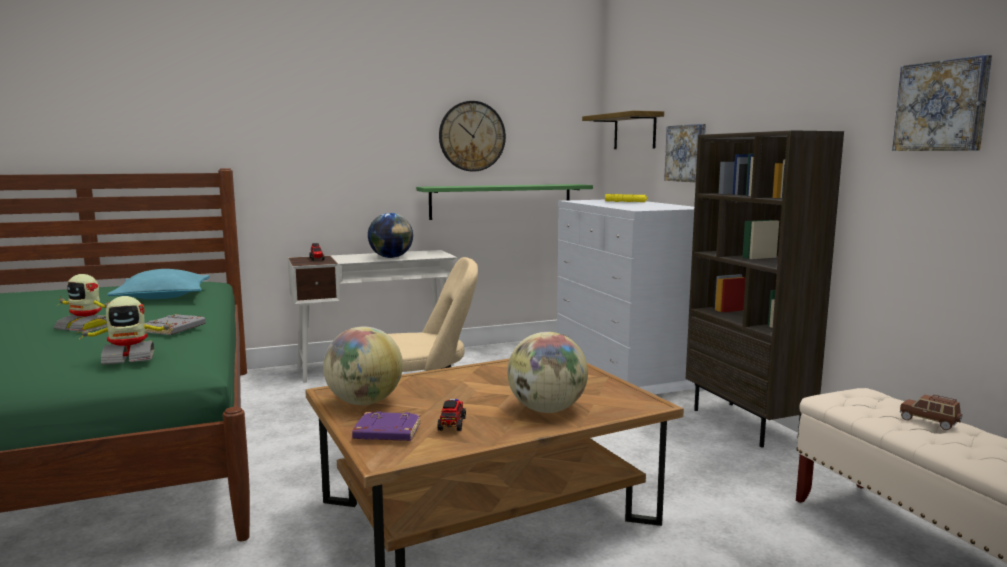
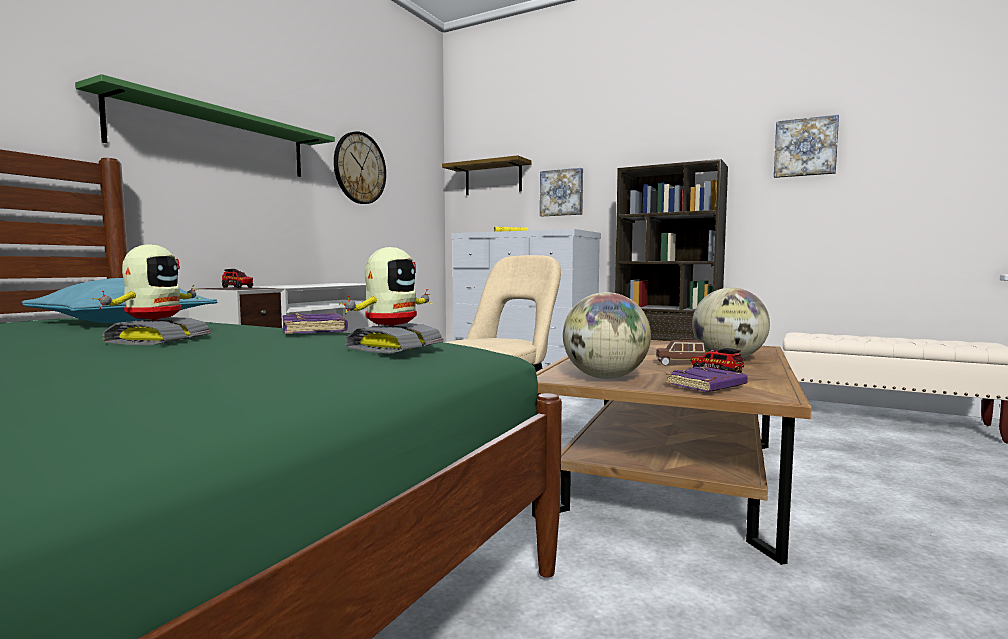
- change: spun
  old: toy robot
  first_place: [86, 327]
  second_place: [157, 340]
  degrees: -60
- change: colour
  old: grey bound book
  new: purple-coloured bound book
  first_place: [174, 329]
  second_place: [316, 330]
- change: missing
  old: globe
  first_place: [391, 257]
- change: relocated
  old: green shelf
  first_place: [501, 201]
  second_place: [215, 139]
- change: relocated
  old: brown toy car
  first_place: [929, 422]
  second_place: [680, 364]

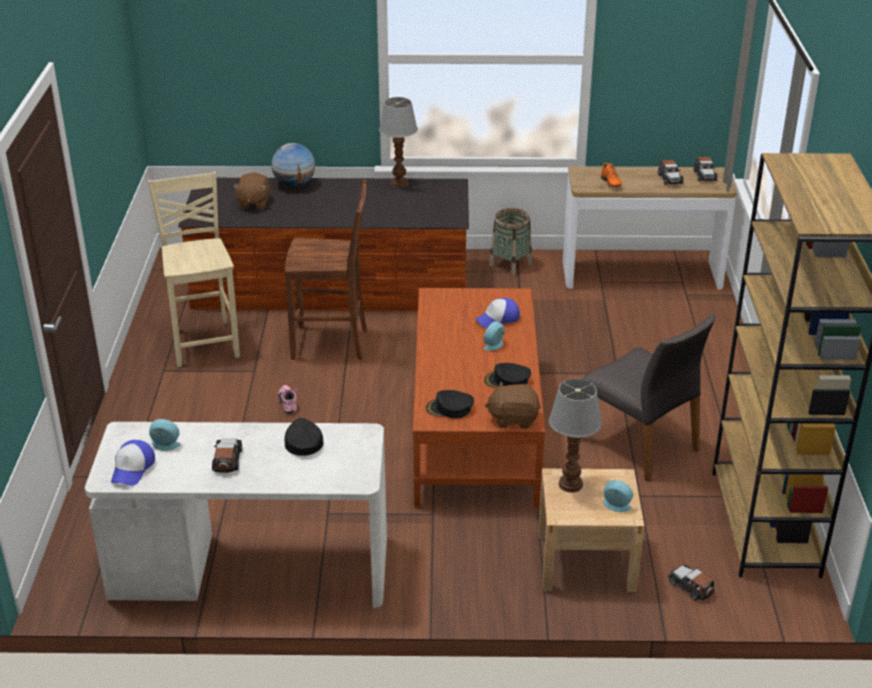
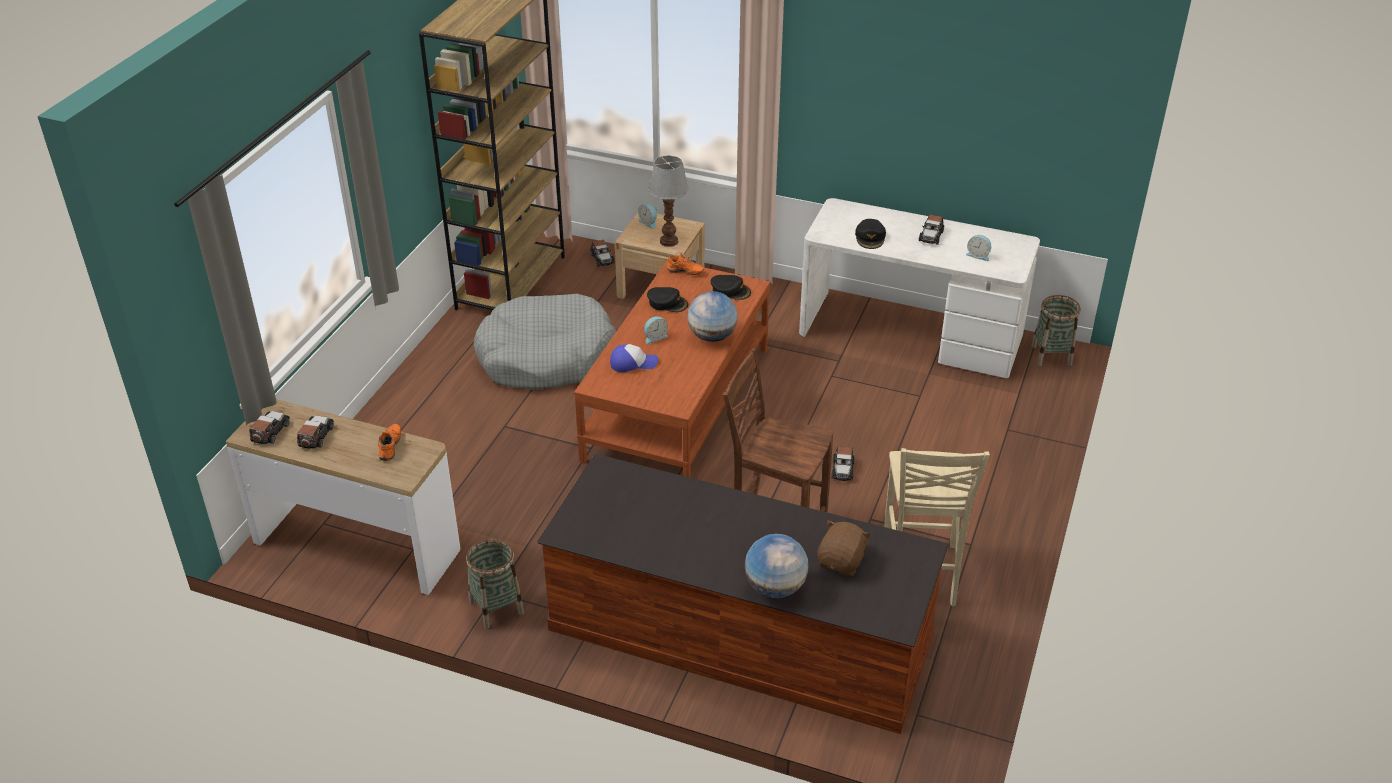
- change: missing
  old: peaked cap
  first_place: [133, 469]
- change: exchanged
  old: pink-coloured low shoe
  new: toy car
  first_place: [289, 403]
  second_place: [842, 470]
- change: missing
  old: table lamp
  first_place: [398, 183]
- change: exchanged
  old: brown cuddly toy
  new: orange-coloured low shoe
  first_place: [513, 418]
  second_place: [684, 272]
- change: exchanged
  old: grey chair
  new: grey dog bed
  first_place: [639, 444]
  second_place: [546, 357]
- change: appeared
  new: globe
  second_place: [712, 336]
- change: appeared
  new: basket
  second_place: [1051, 355]

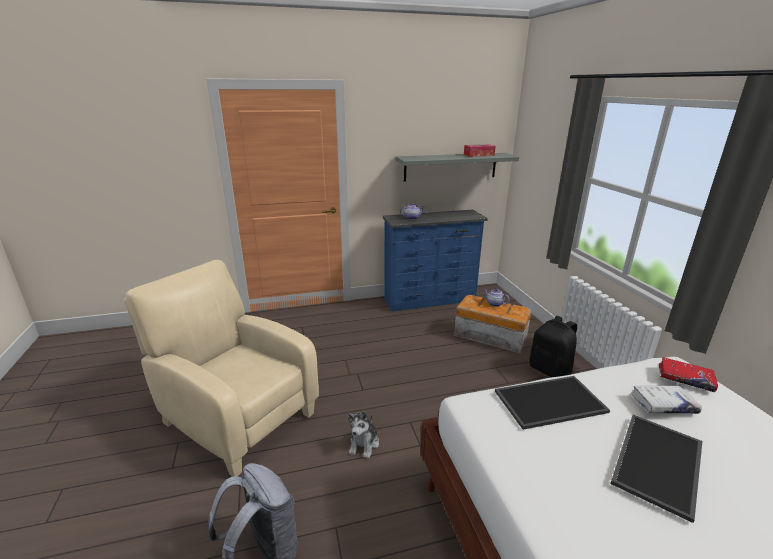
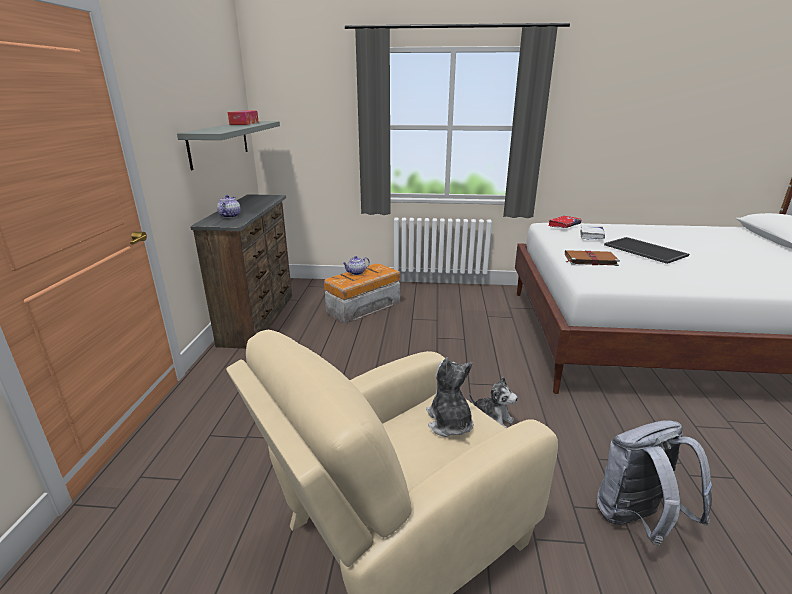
- change: colour
  old: blue-coloured dresser
  new: brown dresser
  first_place: [430, 300]
  second_place: [260, 318]
- change: exchanged
  old: tray
  new: brown bound book
  first_place: [550, 403]
  second_place: [589, 260]
- change: missing
  old: black backpack
  first_place: [550, 370]
- change: appeared
  new: cuddly toy
  second_place: [449, 423]

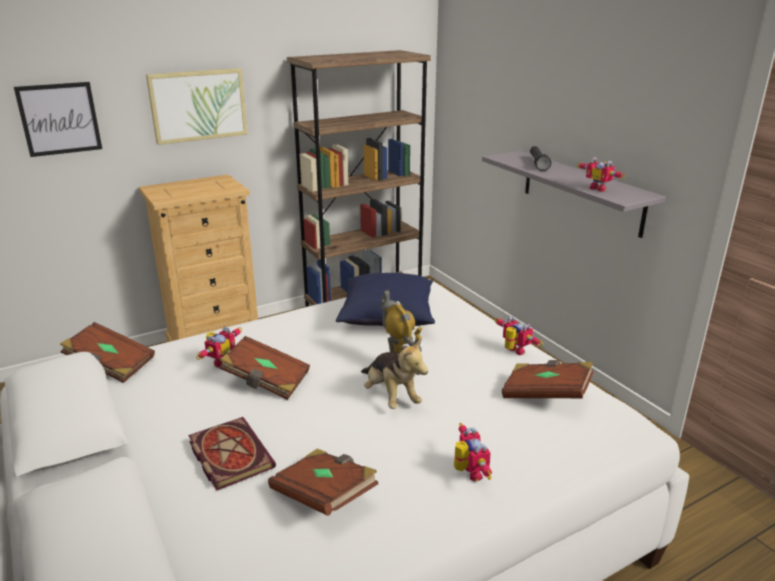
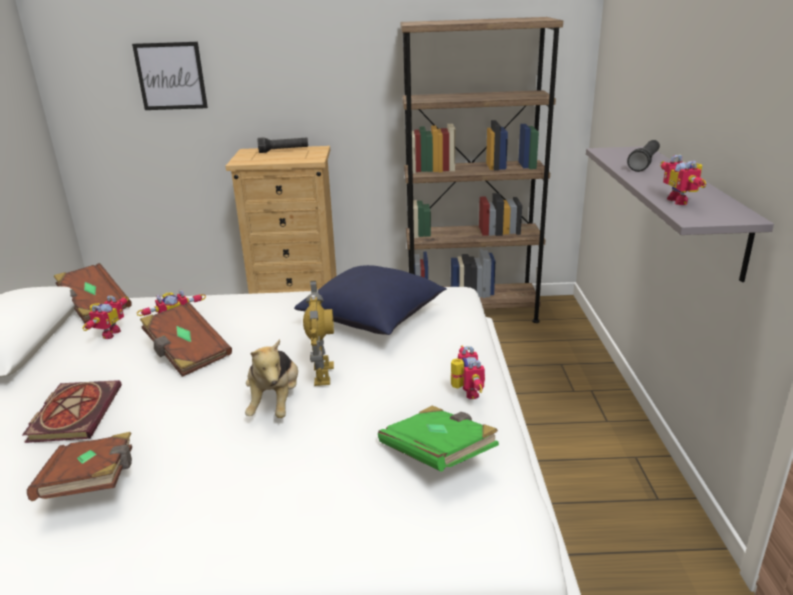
- change: missing
  old: wall picture
  first_place: [198, 105]
- change: relocated
  old: toy robot
  first_place: [468, 473]
  second_place: [108, 333]
- change: colour
  old: brown bound book
  new: green bound book
  first_place: [546, 394]
  second_place: [438, 455]
- change: appeared
  new: black flashlight
  second_place: [283, 151]

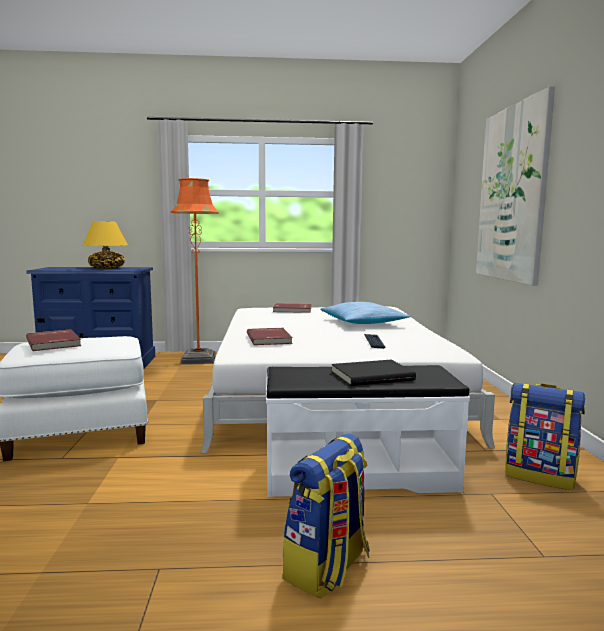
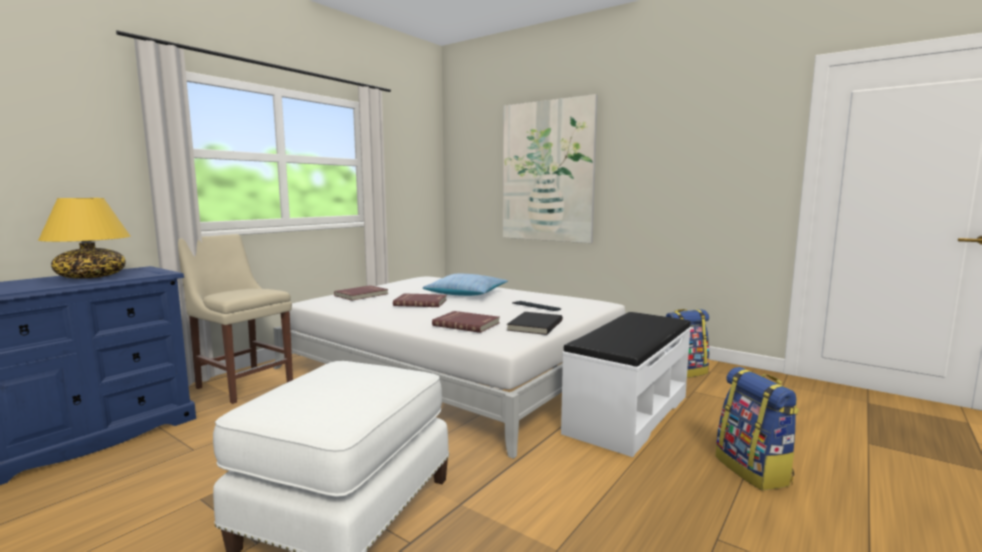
- change: relocated
  old: reddish bound book
  first_place: [54, 342]
  second_place: [420, 302]
- change: exchanged
  old: orange-coloured standard lamp
  new: beige-coloured chair
  first_place: [198, 359]
  second_place: [242, 384]
- change: relocated
  old: black bound book
  first_place: [371, 375]
  second_place: [534, 325]

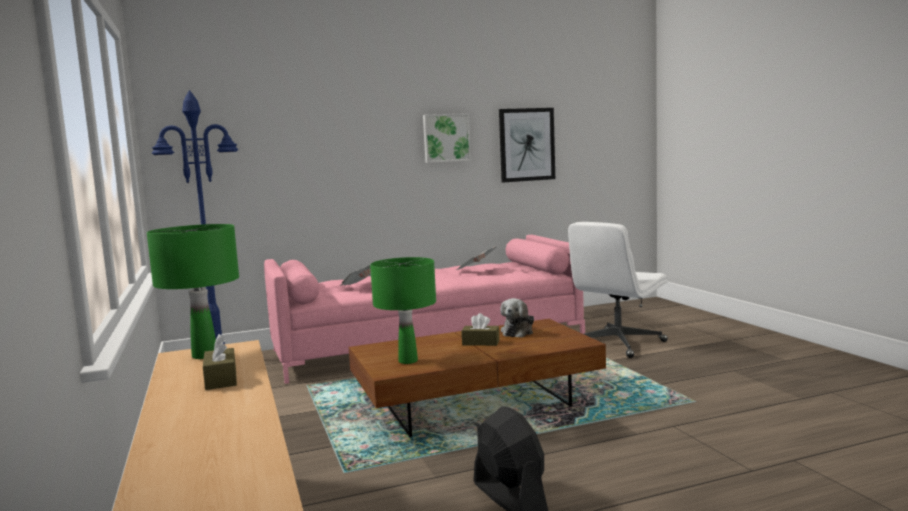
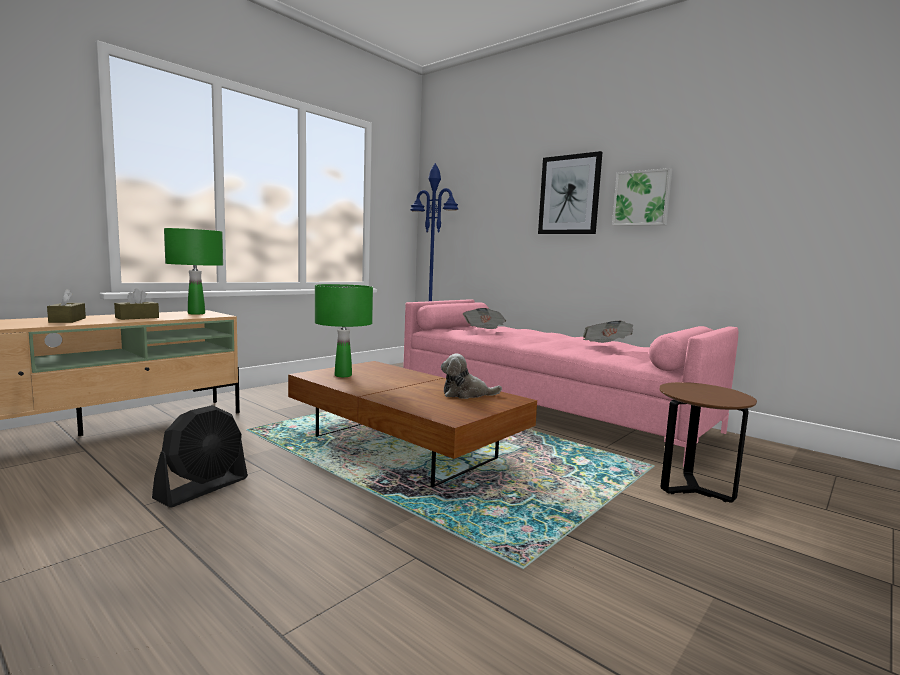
- change: relocated
  old: brown tissue box
  first_place: [480, 343]
  second_place: [67, 320]
- change: relocated
  old: wall picture
  first_place: [526, 144]
  second_place: [569, 195]
- change: exchanged
  old: white-coloured computer chair
  new: brown end table
  first_place: [617, 344]
  second_place: [694, 490]

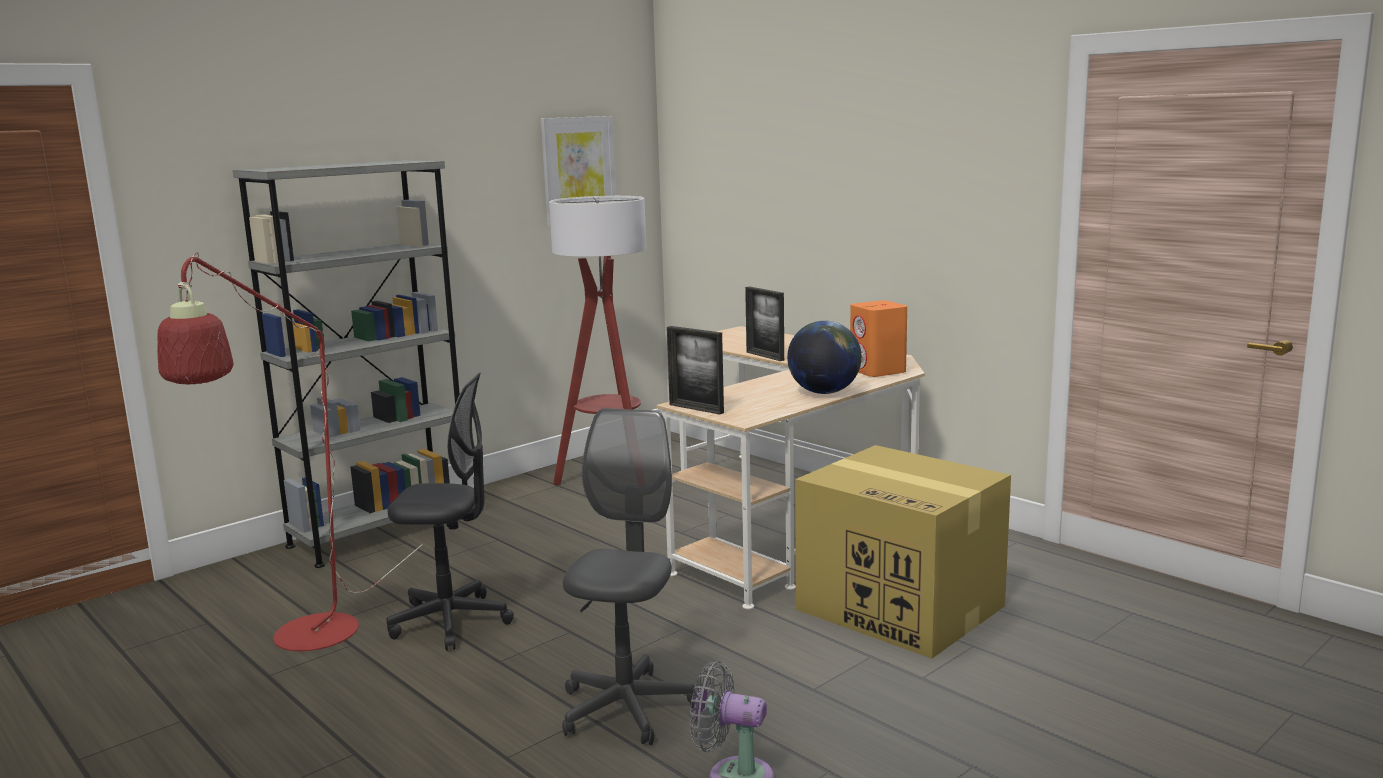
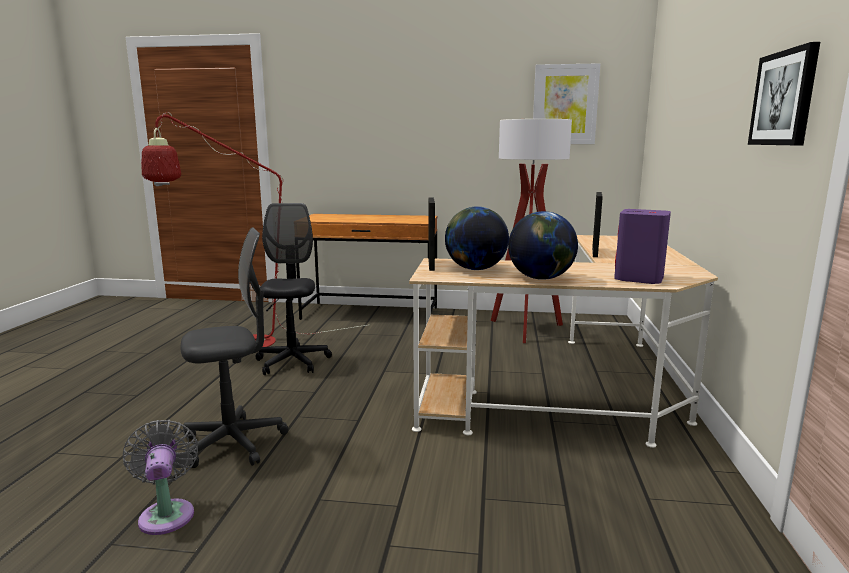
- change: exchanged
  old: grey bookcase
  new: brown desk table
  first_place: [381, 532]
  second_place: [370, 313]
- change: spun
  old: black computer chair
  first_place: [451, 622]
  second_place: [292, 362]
  degrees: -150
- change: missing
  old: packing box
  first_place: [902, 608]
- change: colour
  old: orange-coloured speaker
  new: purple-coloured speaker
  first_place: [878, 371]
  second_place: [638, 278]
- change: appeared
  new: globe
  second_place: [475, 269]
- change: appeared
  new: wall picture
  second_place: [784, 98]

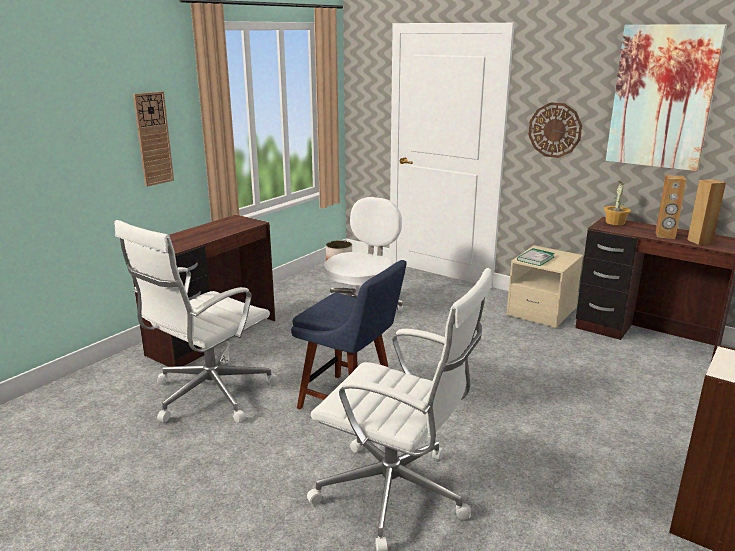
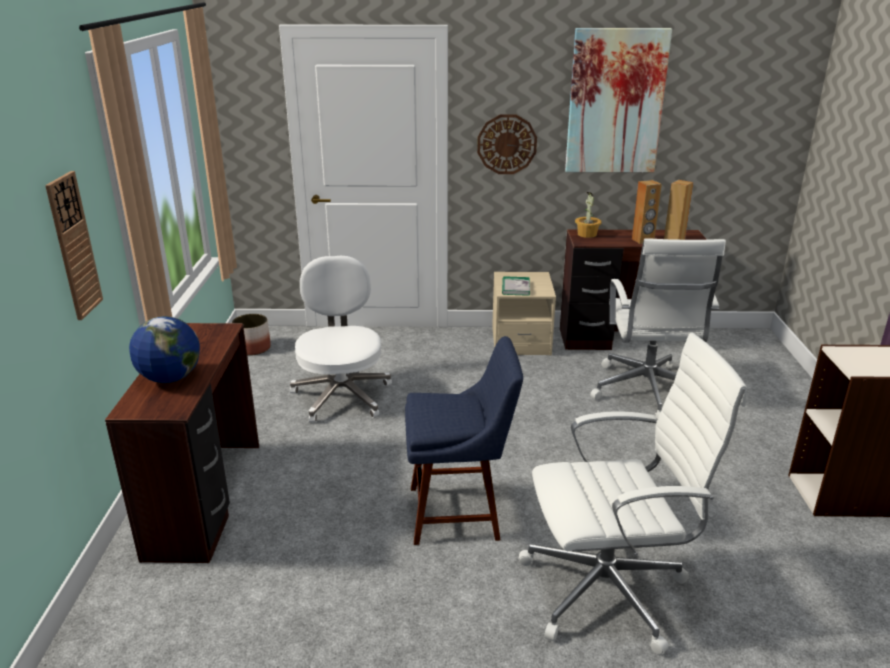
- change: relocated
  old: white-coloured computer chair
  first_place: [209, 395]
  second_place: [647, 392]
- change: appeared
  new: globe
  second_place: [170, 378]

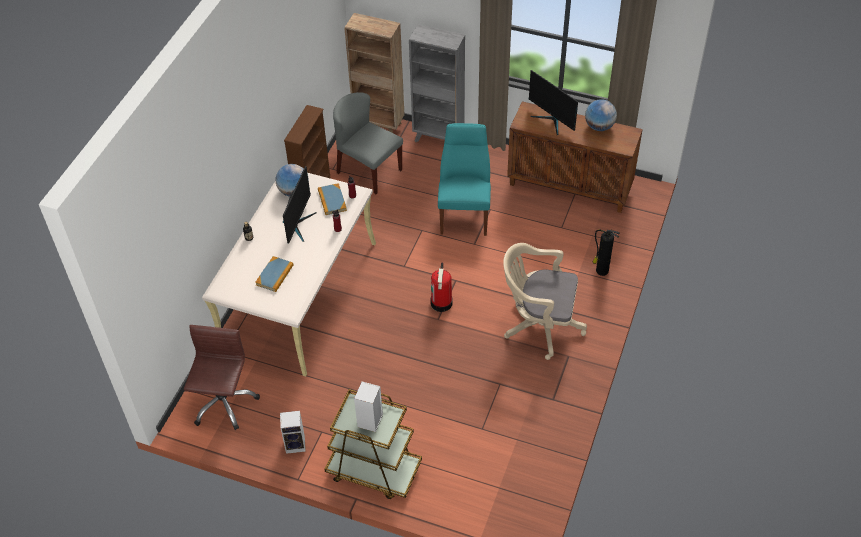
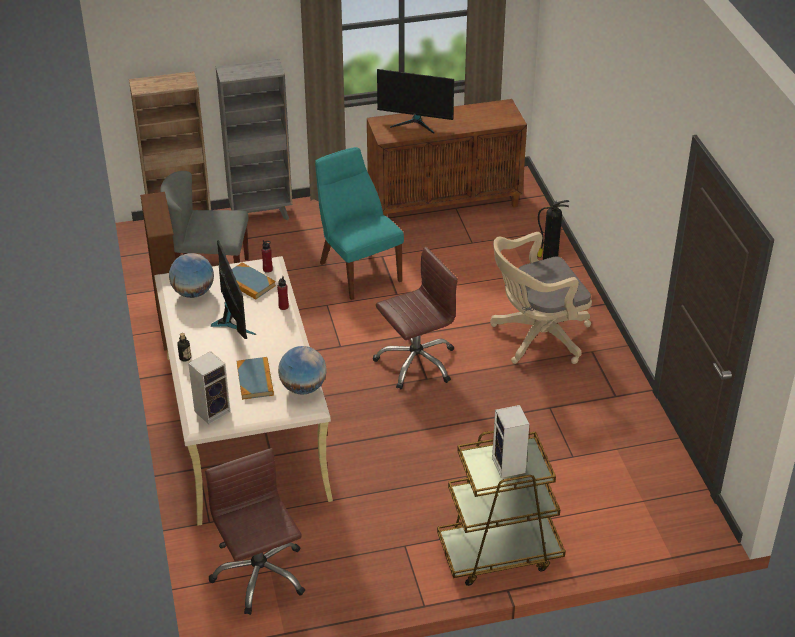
- change: relocated
  old: speaker
  first_place: [296, 444]
  second_place: [213, 411]
- change: exchanged
  old: fire-fighting cylinder
  new: brown computer chair
  first_place: [442, 303]
  second_place: [416, 362]
- change: relocated
  old: globe
  first_place: [599, 126]
  second_place: [303, 387]

